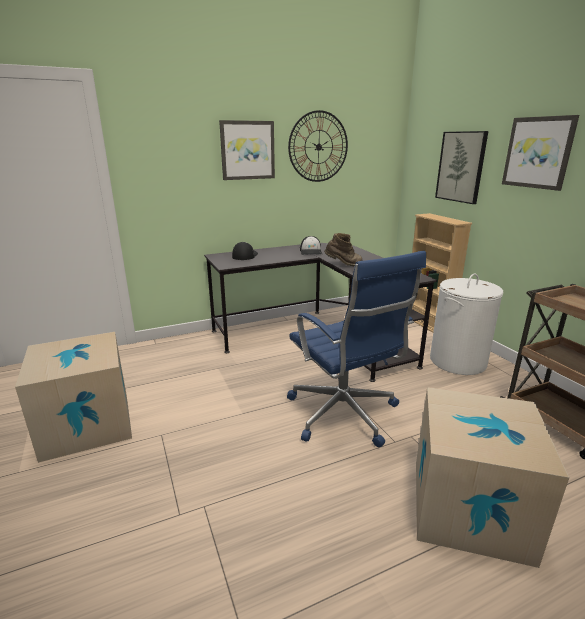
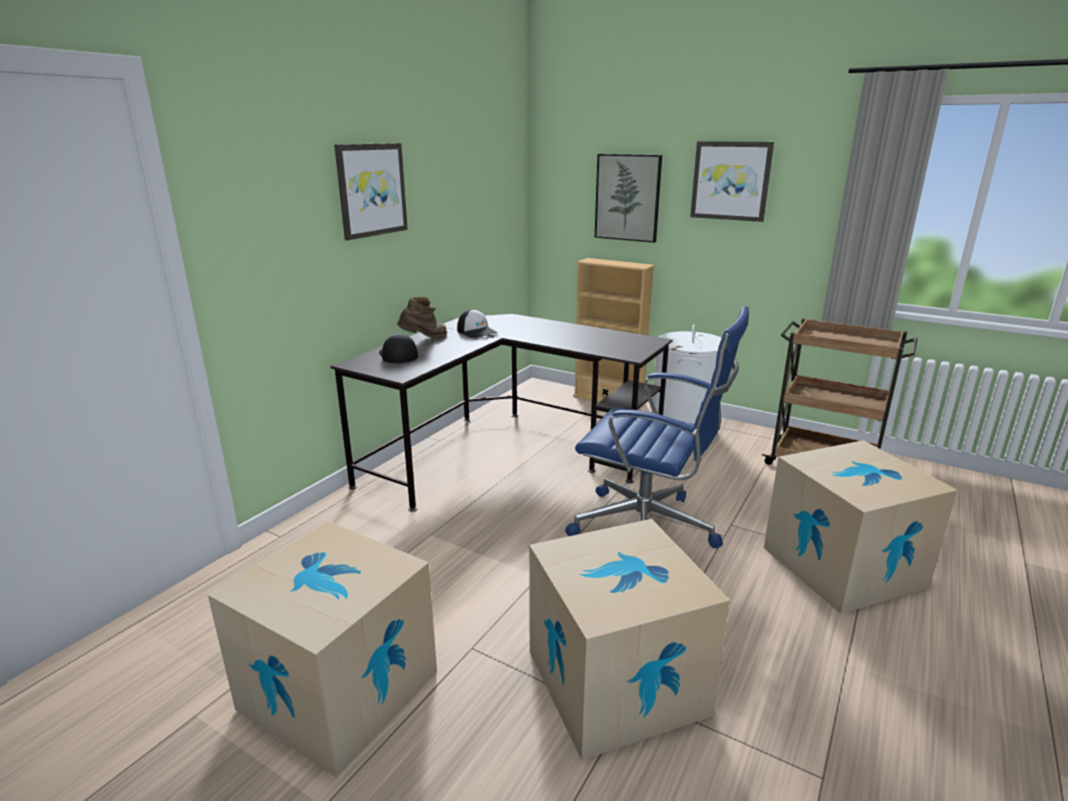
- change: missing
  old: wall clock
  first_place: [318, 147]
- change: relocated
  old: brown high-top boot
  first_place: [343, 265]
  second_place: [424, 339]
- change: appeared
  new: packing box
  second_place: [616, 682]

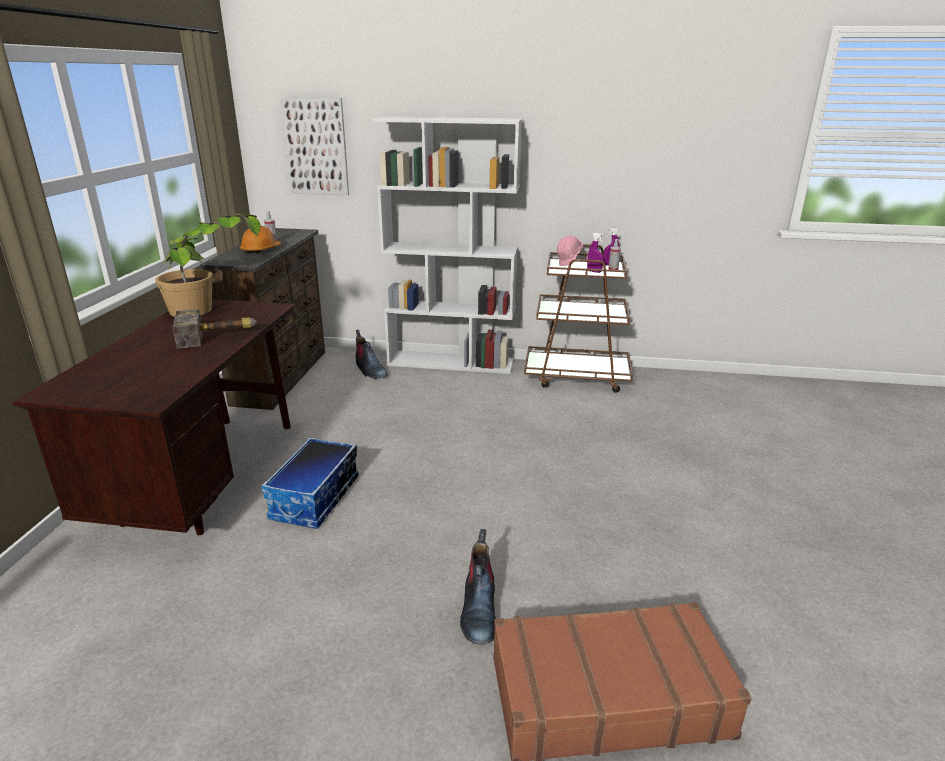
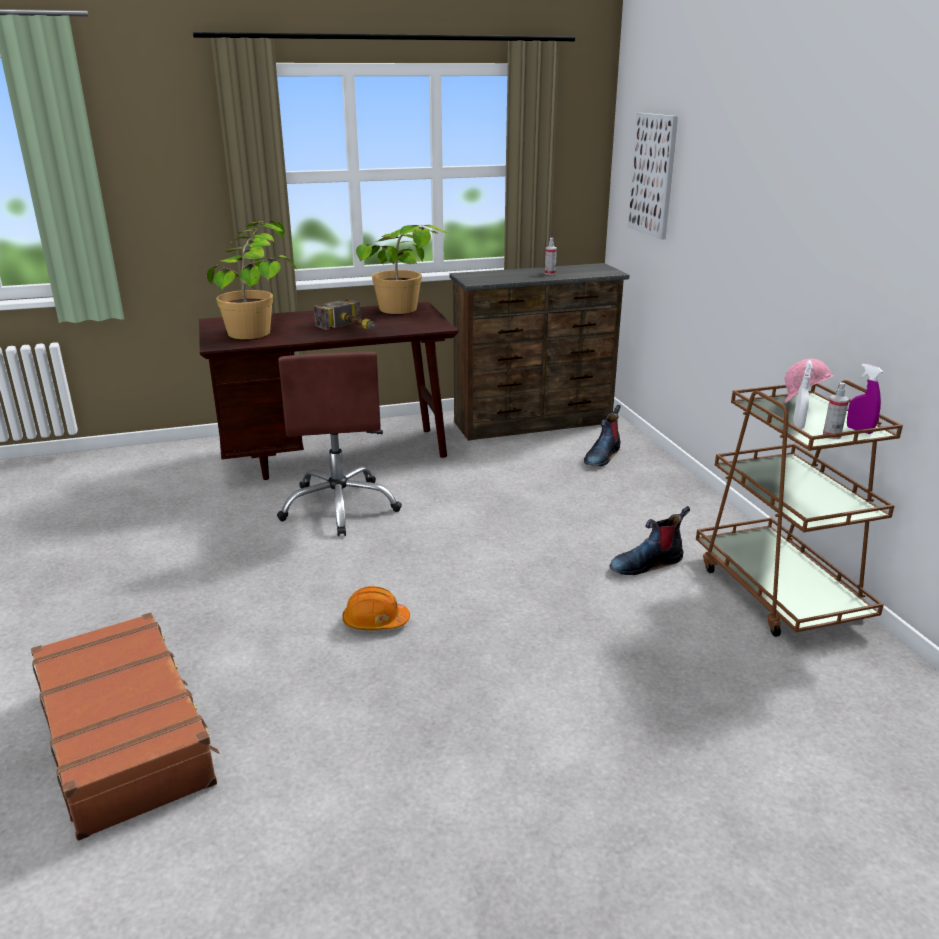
- change: relocated
  old: orange-coloured hard hat
  first_place: [261, 250]
  second_place: [375, 621]
- change: exchanged
  old: storage container
  new: brown computer chair
  first_place: [316, 498]
  second_place: [340, 506]
- change: missing
  old: white-coloured bookcase
  first_place: [451, 362]
- change: relocated
  old: high-top boot
  first_place: [479, 609]
  second_place: [646, 563]
- change: colour
  old: purple-coloured spray bottle
  new: white-coloured spray bottle
  first_place: [594, 271]
  second_place: [798, 425]
- change: appeared
  new: houseplant
  second_place: [260, 327]

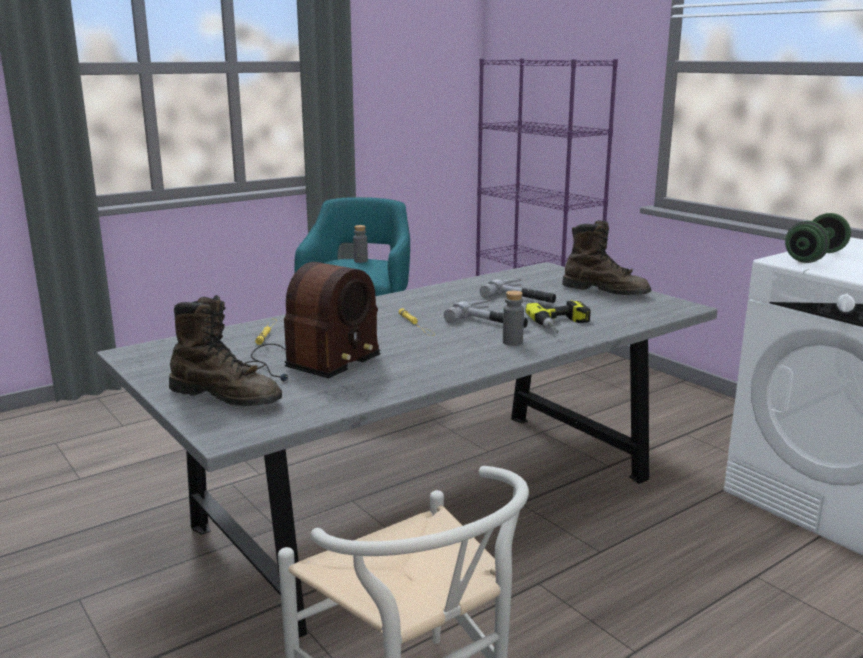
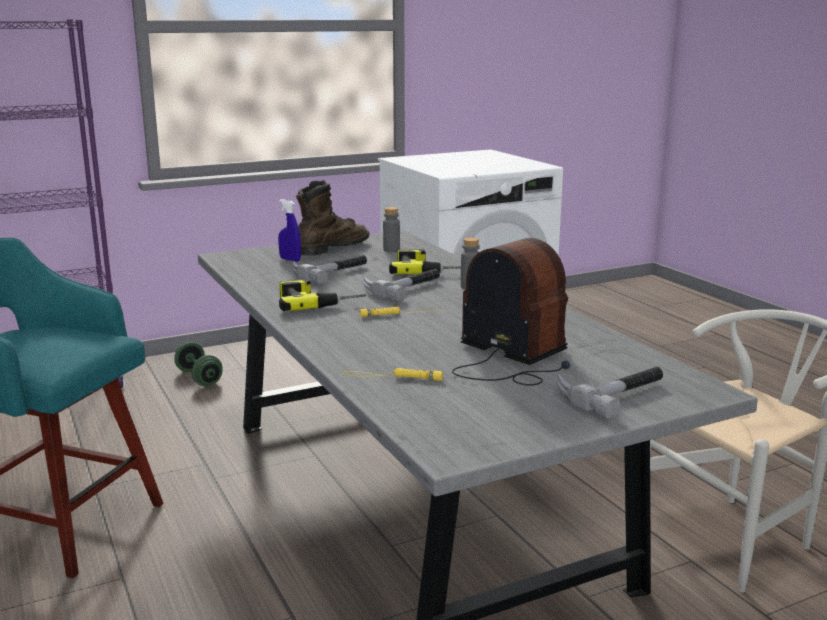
- change: exchanged
  old: brown high-top boot
  new: hand hammer
  first_place: [227, 397]
  second_place: [611, 392]
- change: relocated
  old: grey bottle
  first_place: [360, 261]
  second_place: [391, 250]
- change: relocated
  old: green hand weight
  first_place: [815, 257]
  second_place: [199, 378]
- change: appeared
  new: blue-coloured spray bottle
  second_place: [290, 260]
- change: appeared
  new: power drill
  second_place: [318, 301]

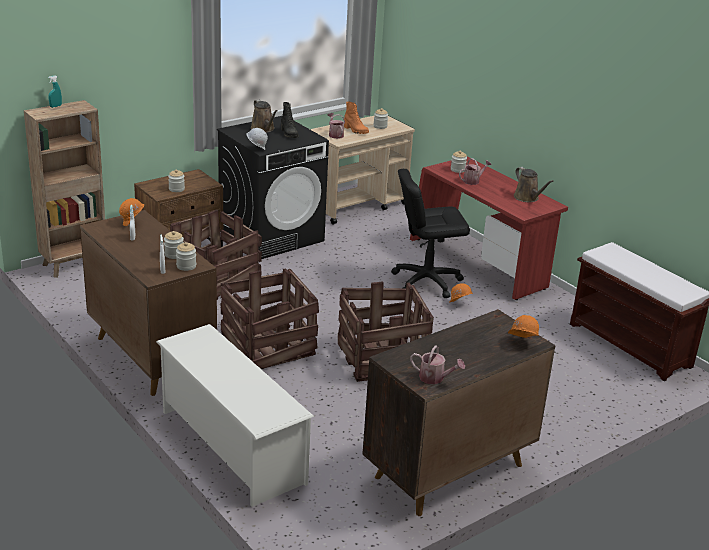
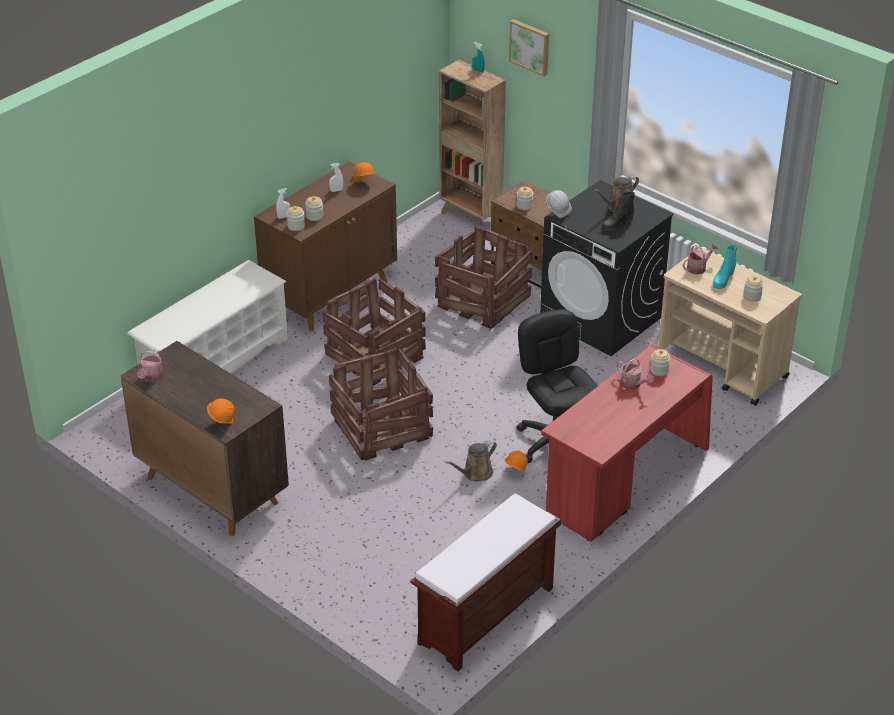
- change: colour
  old: orange-coloured high-top boot
  new: turquoise-coloured high-top boot
  first_place: [355, 130]
  second_place: [723, 280]
- change: relocated
  old: brown watering pot
  first_place: [527, 198]
  second_place: [475, 473]
- change: appeared
  new: wall picture
  second_place: [530, 46]

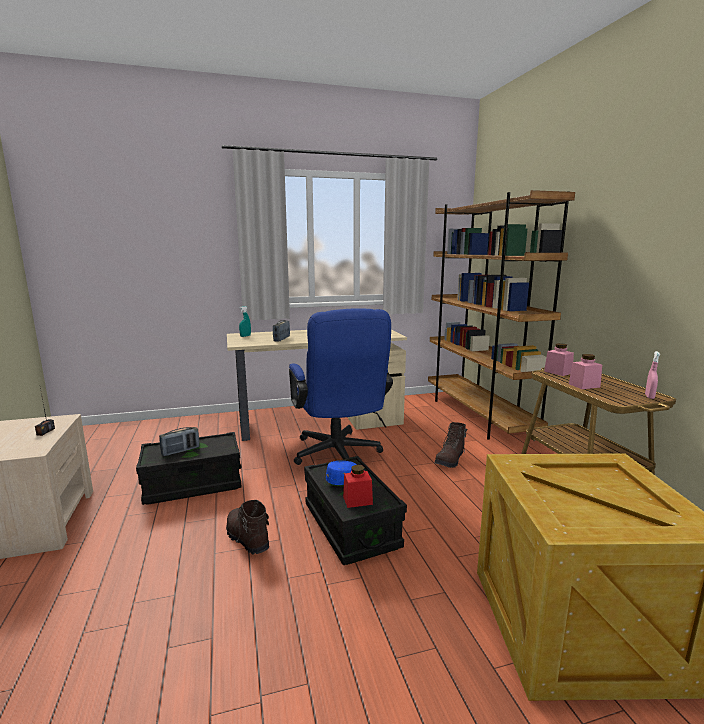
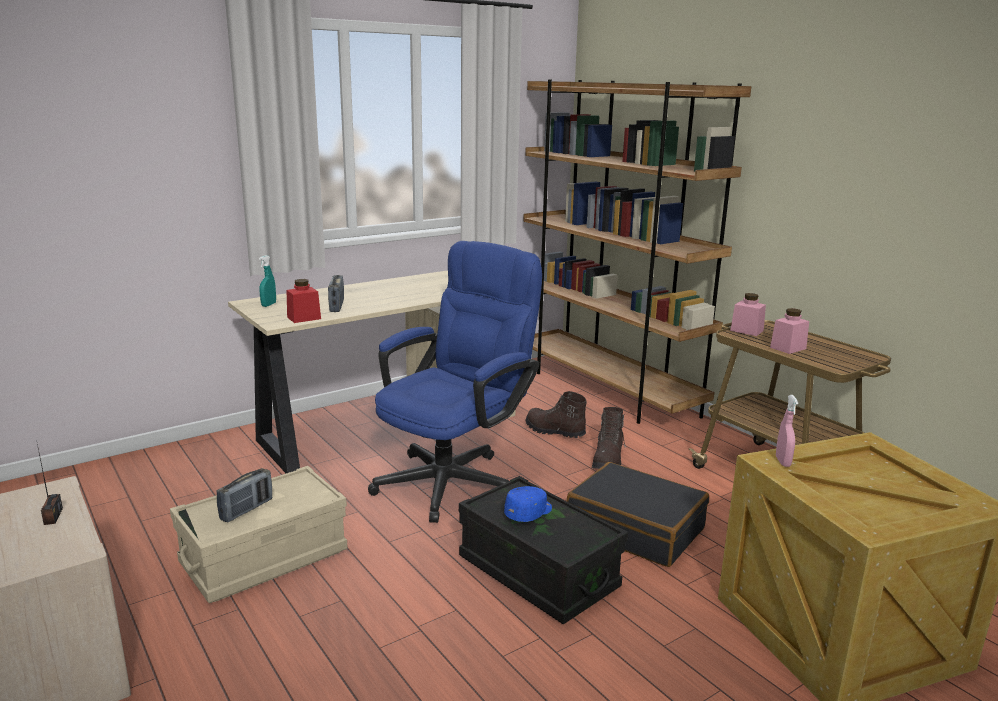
- change: colour
  old: black storage container
  new: beige-coloured storage container
  first_place: [193, 484]
  second_place: [264, 558]
- change: relocated
  old: brown high-top boot
  first_place: [246, 538]
  second_place: [554, 431]
- change: spun
  old: blue-coloured computer chair
  first_place: [338, 456]
  second_place: [455, 478]
  degrees: -105
- change: relocated
  old: reddish storage jar
  first_place: [357, 500]
  second_place: [304, 318]
- change: relocated
  old: pink-coloured spray bottle
  first_place: [649, 396]
  second_place: [783, 462]
- change: appeared
  new: black piece of luggage
  second_place: [635, 528]

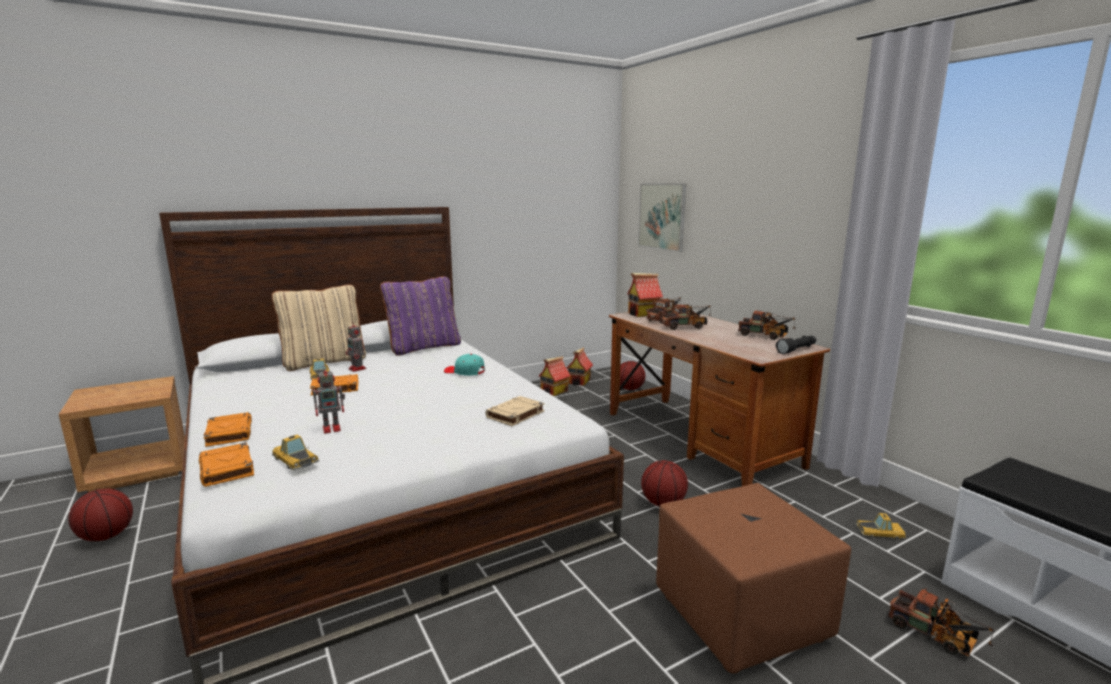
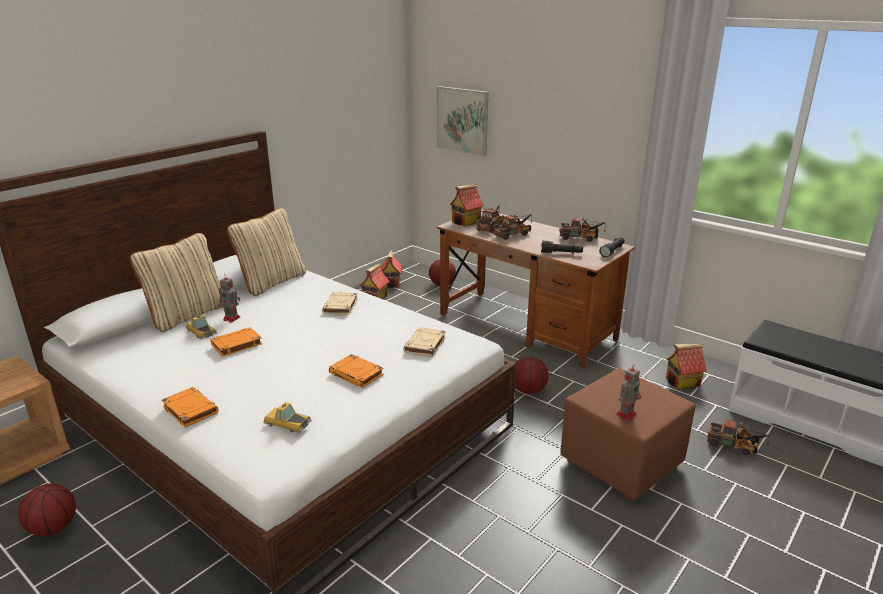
- change: relocated
  old: orange-coloured bound book
  first_place: [227, 469]
  second_place: [357, 374]
- change: relocated
  old: toy robot
  first_place: [333, 428]
  second_place: [626, 414]
- change: colour
  old: purple-coloured pillow
  new: beige-coloured pillow
  first_place: [424, 347]
  second_place: [272, 282]
- change: exchanged
  old: turquoise-coloured peaked cap
  new: beige-coloured bound book
  first_place: [464, 372]
  second_place: [340, 306]
- change: exchanged
  old: toy car
  new: toy house
  first_place: [880, 532]
  second_place: [682, 382]
- change: appeared
  new: black flashlight
  second_place: [561, 253]

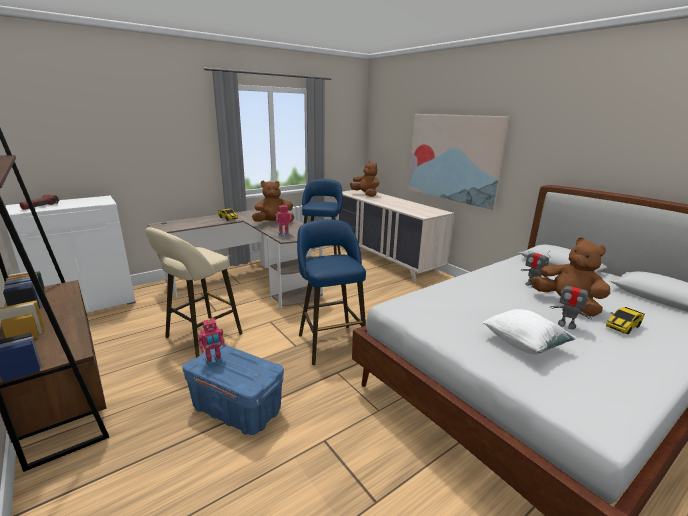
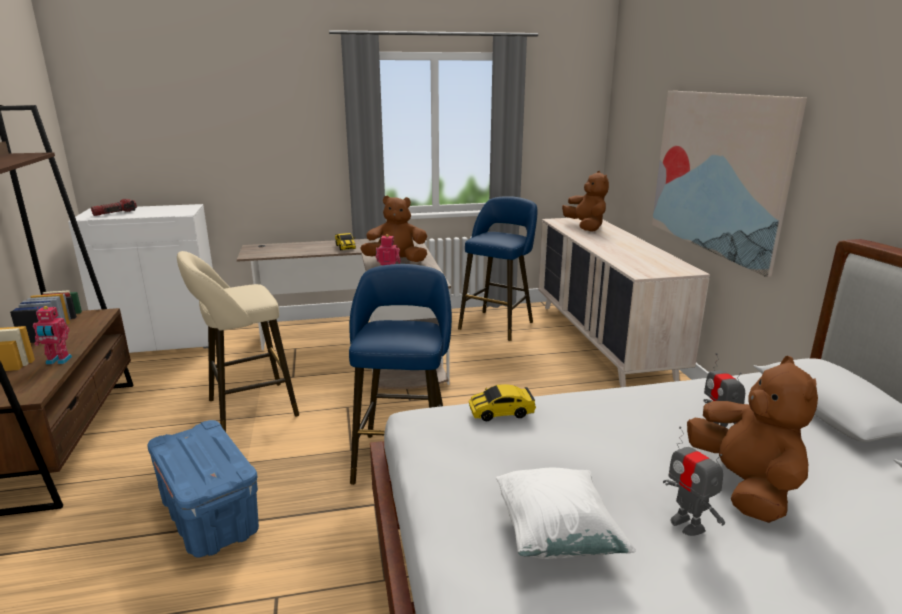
- change: relocated
  old: toy robot
  first_place: [214, 361]
  second_place: [58, 361]
- change: relocated
  old: toy car
  first_place: [623, 326]
  second_place: [501, 412]

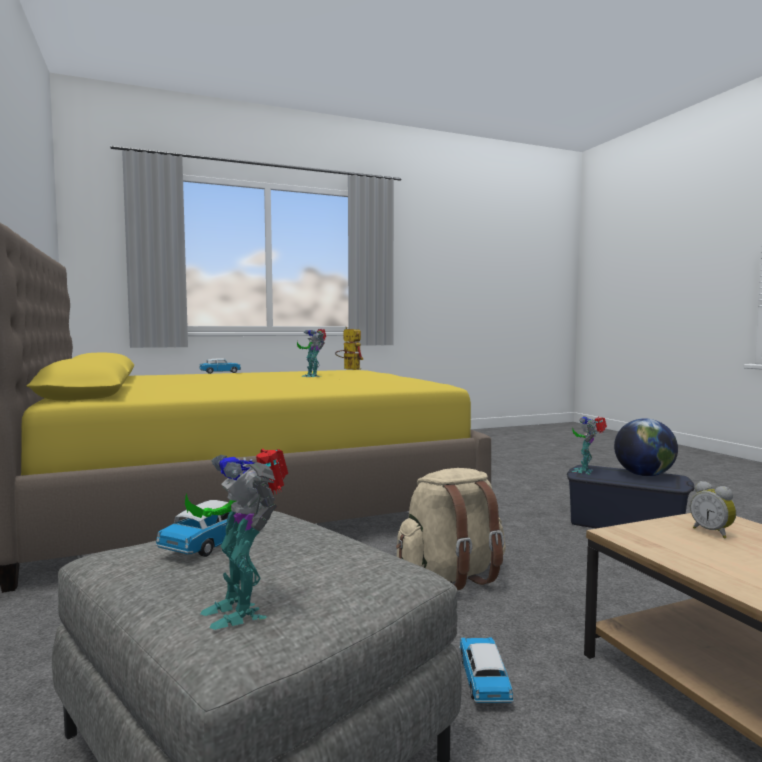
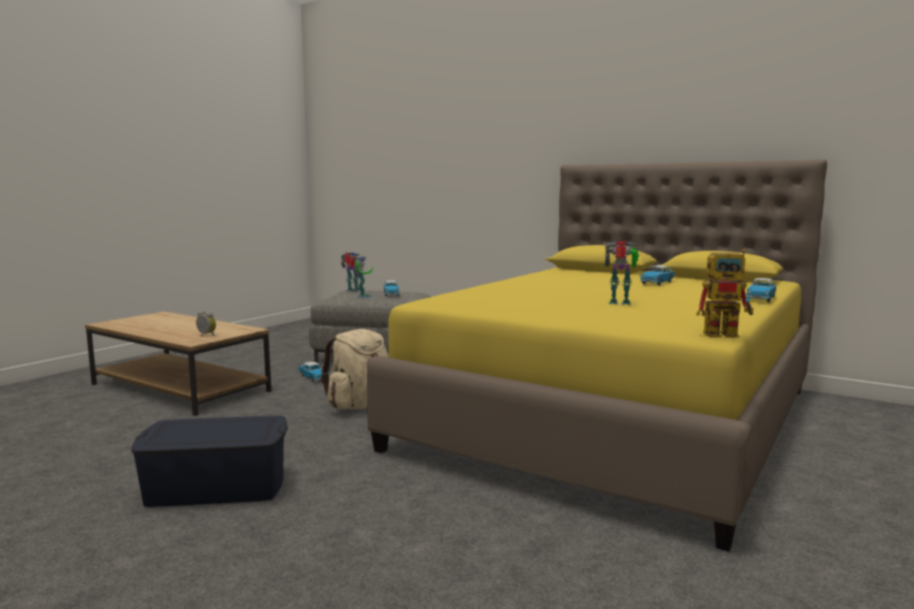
- change: relocated
  old: toy robot
  first_place: [585, 471]
  second_place: [361, 296]
- change: missing
  old: globe
  first_place: [644, 475]
- change: appeared
  new: toy car
  second_place: [657, 283]

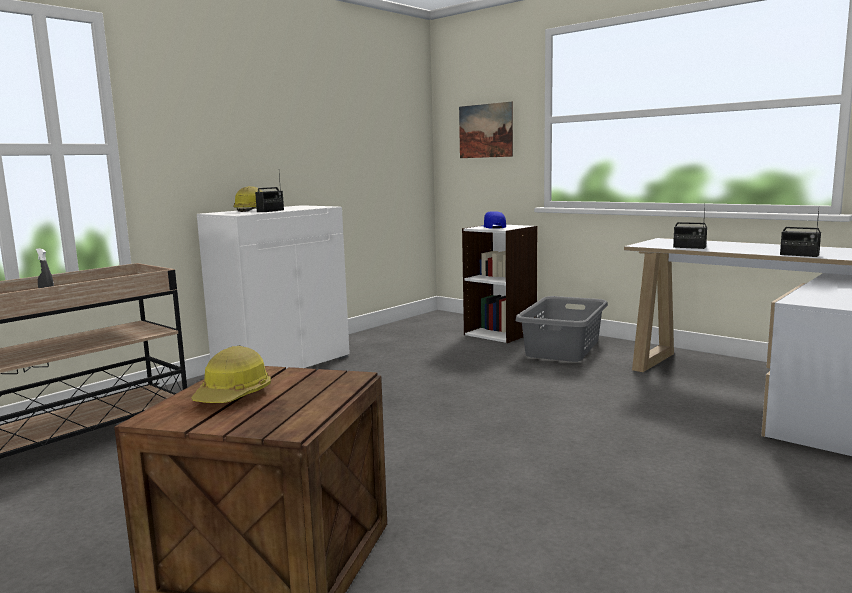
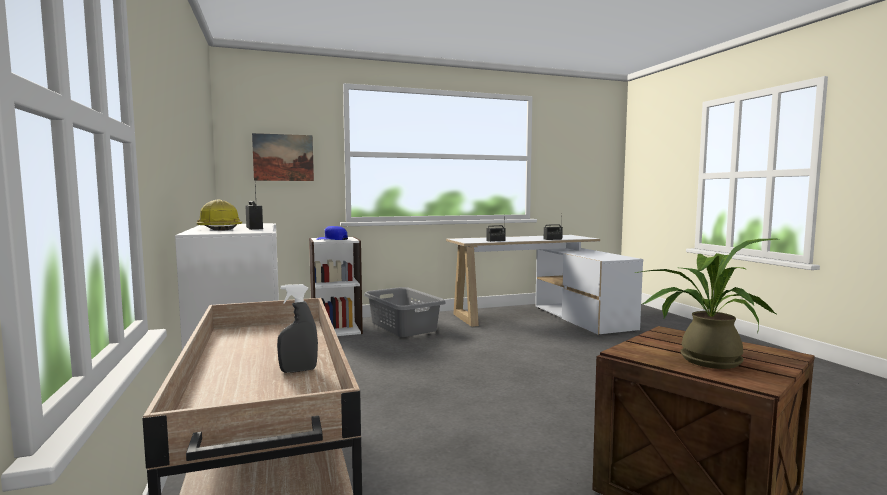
- change: exchanged
  old: hard hat
  new: houseplant
  first_place: [234, 395]
  second_place: [702, 359]

